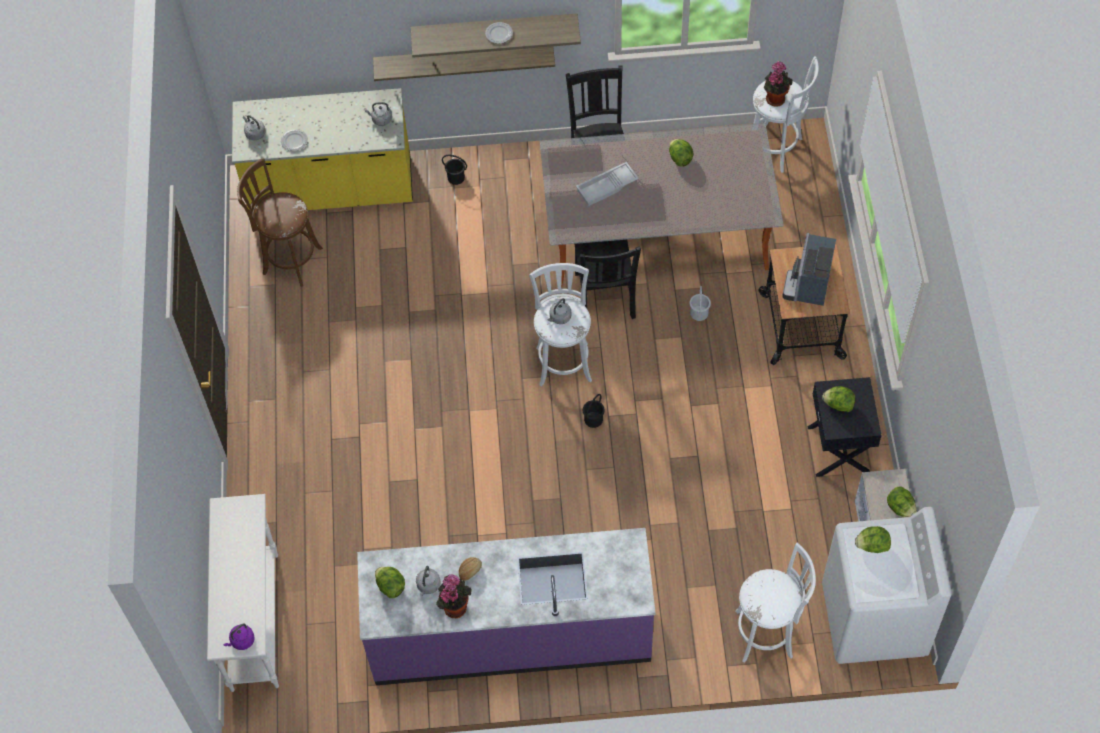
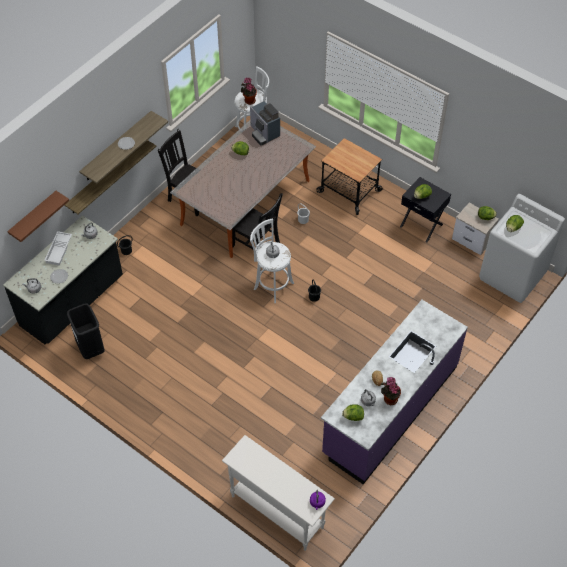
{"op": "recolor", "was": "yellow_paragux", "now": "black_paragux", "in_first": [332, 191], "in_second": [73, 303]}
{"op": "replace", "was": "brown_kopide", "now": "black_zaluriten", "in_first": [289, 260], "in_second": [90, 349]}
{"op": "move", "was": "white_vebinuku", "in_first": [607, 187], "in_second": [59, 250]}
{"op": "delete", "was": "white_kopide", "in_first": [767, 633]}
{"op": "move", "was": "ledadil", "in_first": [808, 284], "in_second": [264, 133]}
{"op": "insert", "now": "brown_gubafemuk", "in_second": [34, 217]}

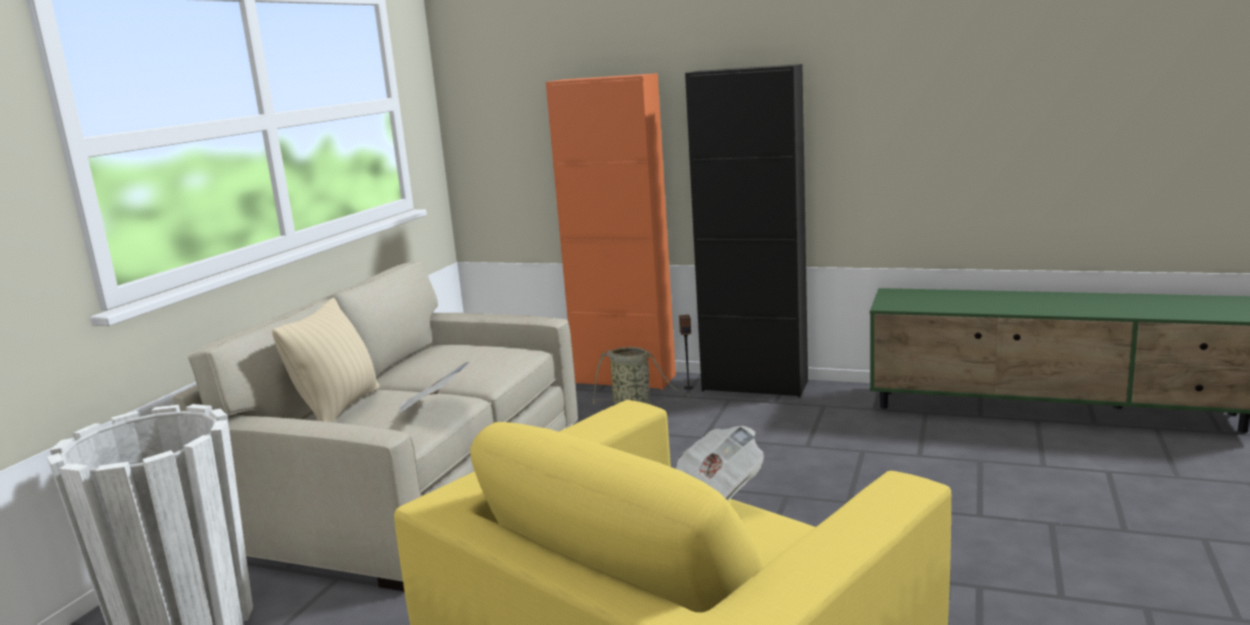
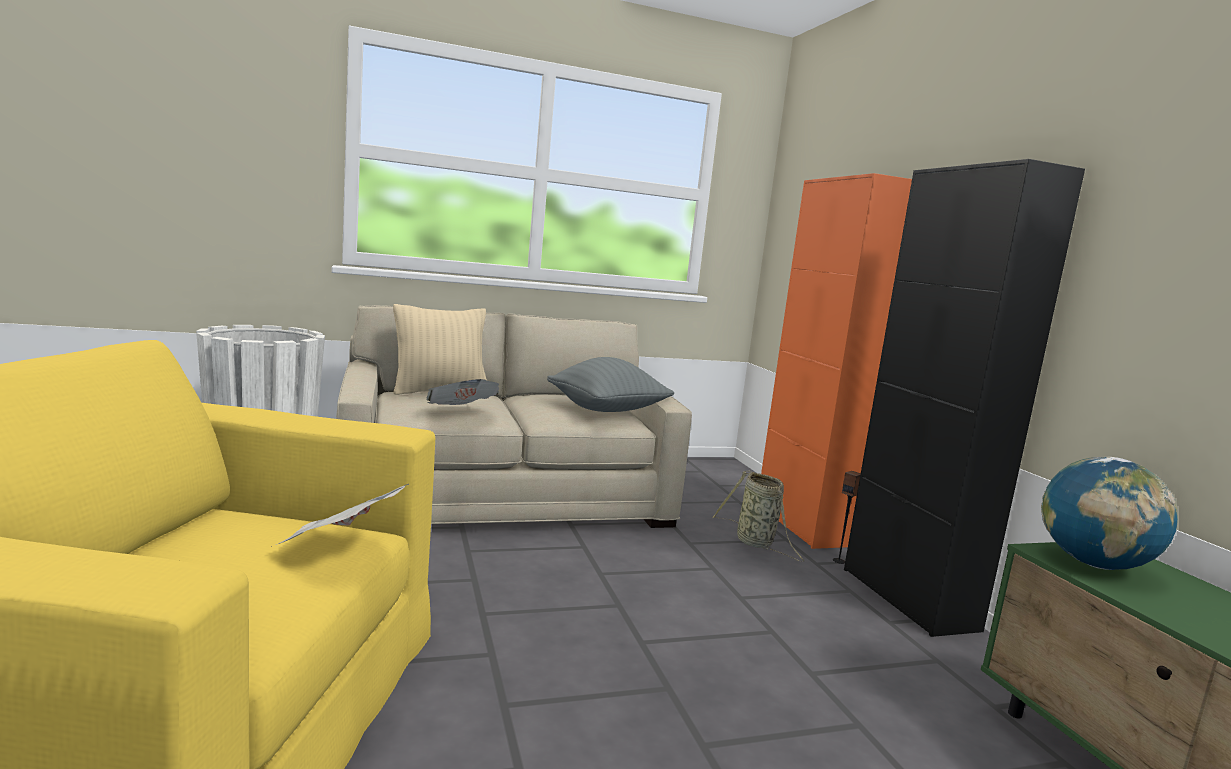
{"op": "insert", "now": "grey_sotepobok", "in_second": [607, 411]}
{"op": "insert", "now": "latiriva", "in_second": [1094, 564]}

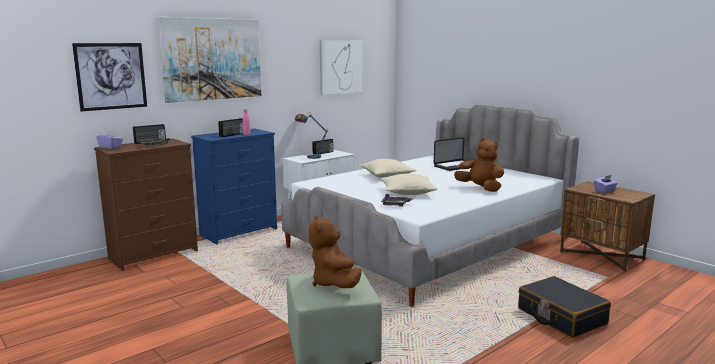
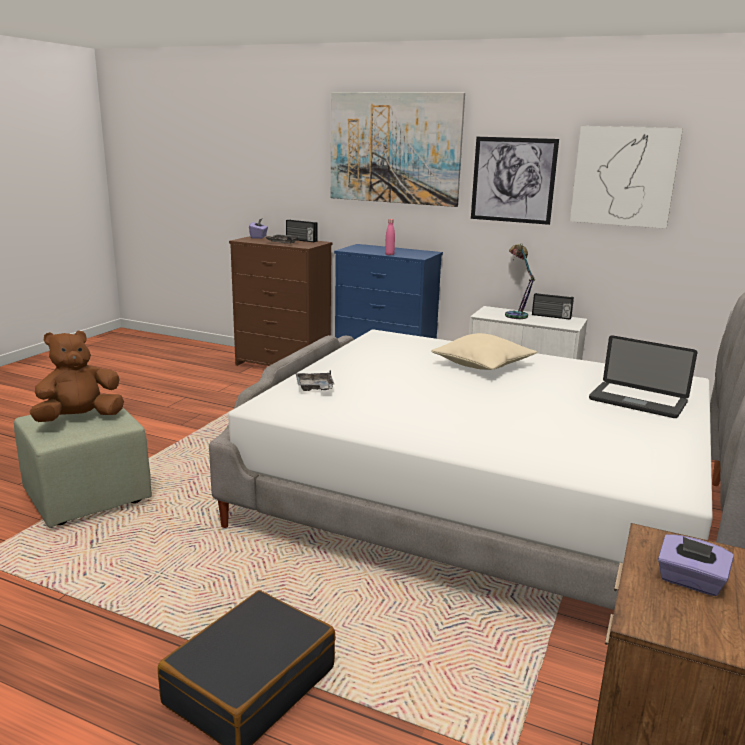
{"op": "move", "was": "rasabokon", "in_first": [111, 76], "in_second": [513, 180]}
{"op": "delete", "was": "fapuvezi", "in_first": [232, 135]}
{"op": "delete", "was": "beige_sotepobok", "in_first": [408, 192]}
{"op": "delete", "was": "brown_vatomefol", "in_first": [480, 188]}

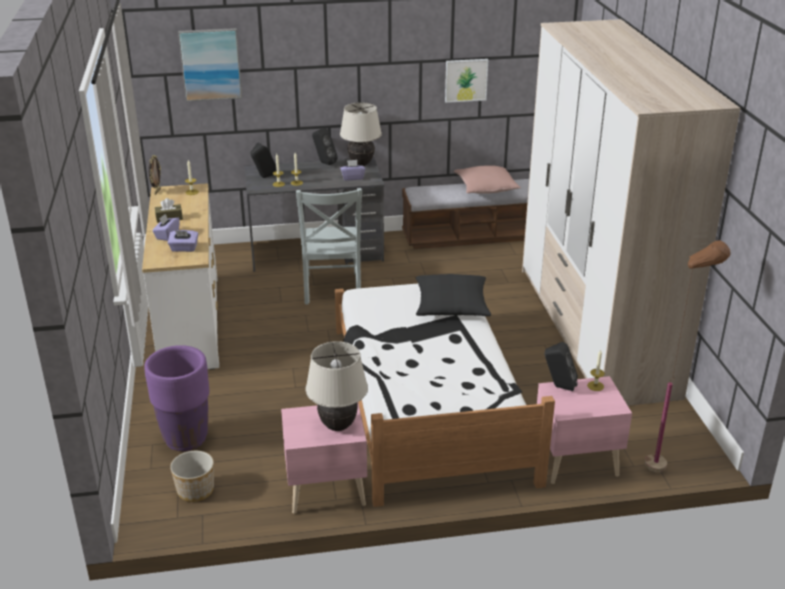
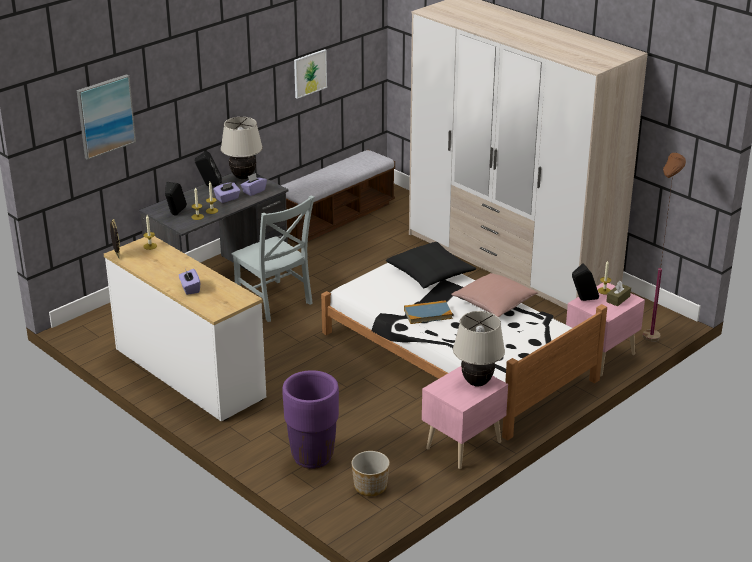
{"op": "move", "was": "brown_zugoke", "in_first": [169, 218], "in_second": [618, 299]}
{"op": "move", "was": "purple_zugoke", "in_first": [184, 249], "in_second": [227, 199]}
{"op": "move", "was": "pink_sotepobok", "in_first": [486, 189], "in_second": [494, 304]}
{"op": "insert", "now": "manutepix", "in_second": [428, 314]}

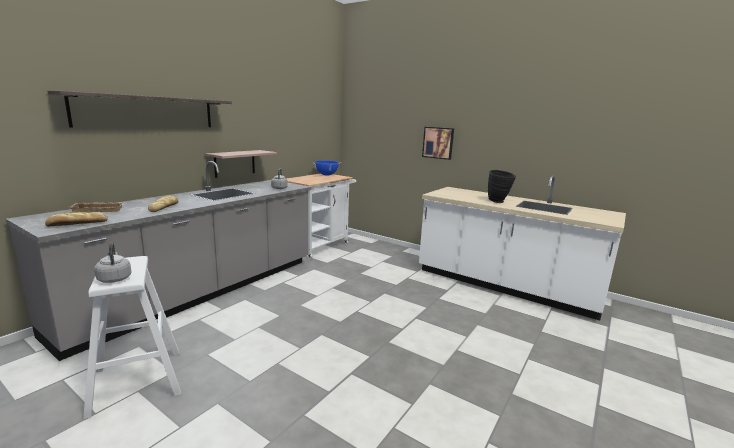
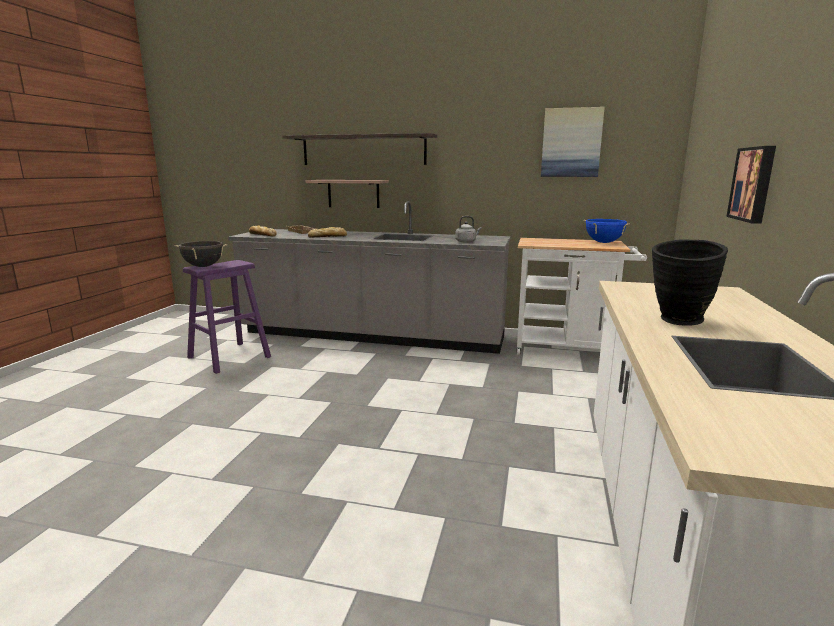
{"op": "recolor", "was": "white_kopide", "now": "purple_kopide", "in_first": [137, 381], "in_second": [229, 357]}
{"op": "replace", "was": "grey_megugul", "now": "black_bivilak", "in_first": [114, 278], "in_second": [203, 266]}
{"op": "move", "was": "gubafemuk", "in_first": [235, 163], "in_second": [353, 193]}
{"op": "insert", "now": "rasabokon", "in_second": [571, 143]}

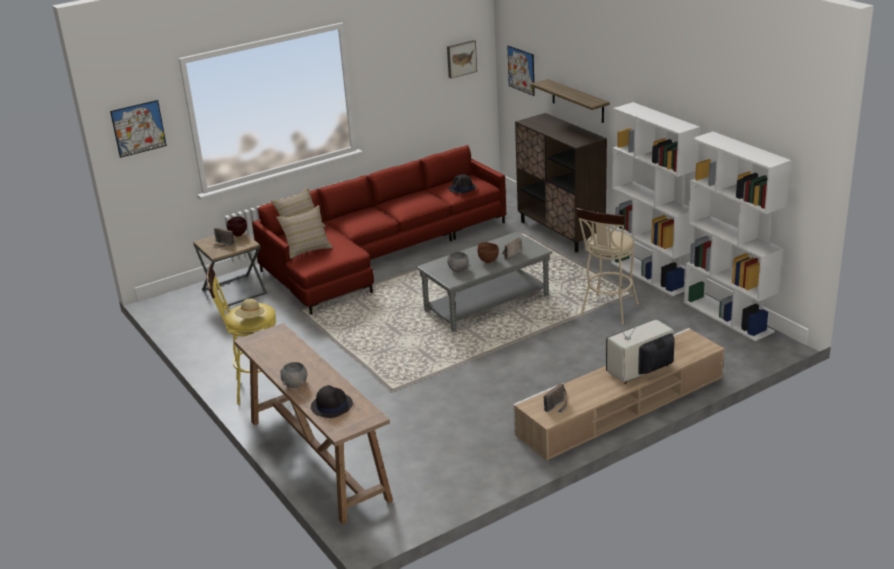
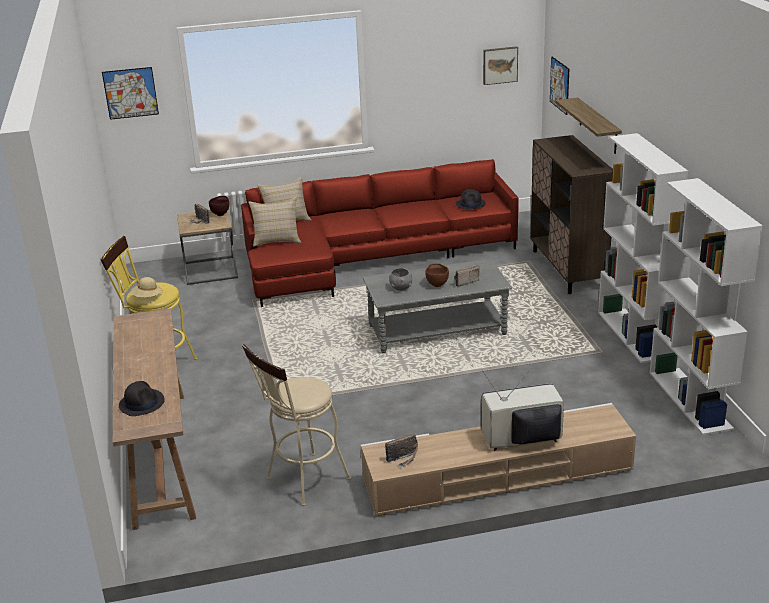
{"op": "delete", "was": "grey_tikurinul", "in_first": [295, 384]}
{"op": "move", "was": "beige_kopide", "in_first": [607, 312], "in_second": [303, 482]}

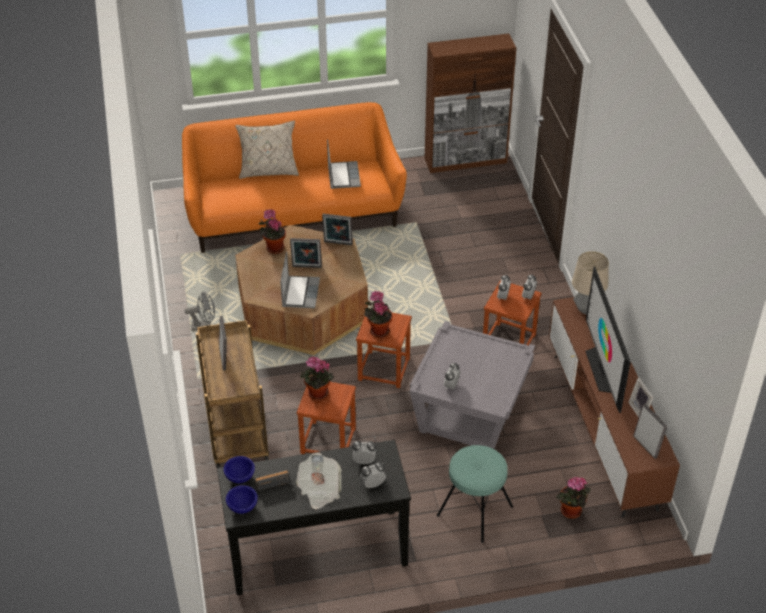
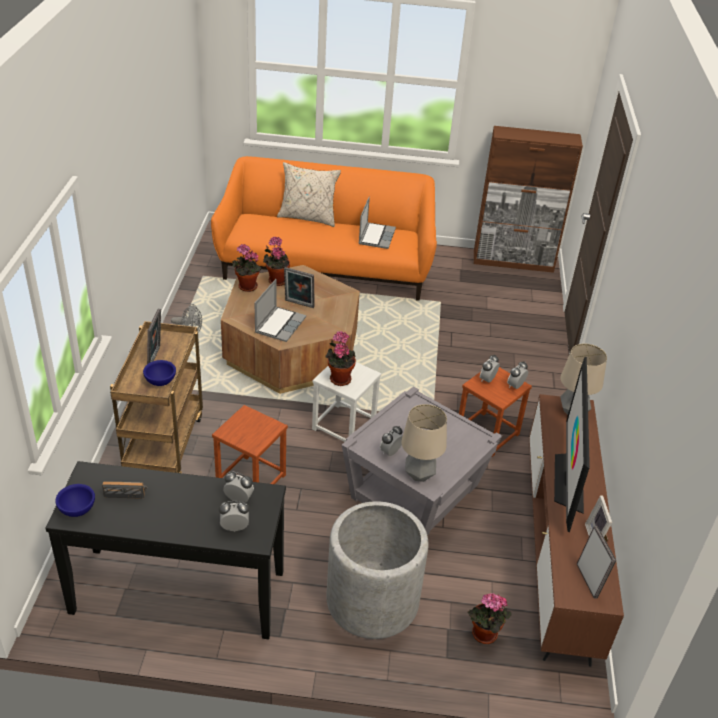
{"op": "move", "was": "blue_tikurinul", "in_first": [240, 477], "in_second": [160, 382]}
{"op": "delete", "was": "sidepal", "in_first": [319, 489]}
{"op": "move", "was": "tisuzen", "in_first": [317, 394], "in_second": [246, 287]}
{"op": "delete", "was": "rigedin", "in_first": [338, 244]}
{"op": "recolor", "was": "brown_kopide", "now": "white_kopide", "in_first": [383, 369], "in_second": [343, 426]}
{"op": "replace", "was": "turquoise_kopide", "now": "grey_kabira", "in_first": [474, 511], "in_second": [372, 600]}
{"op": "insert", "now": "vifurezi", "in_second": [419, 475]}

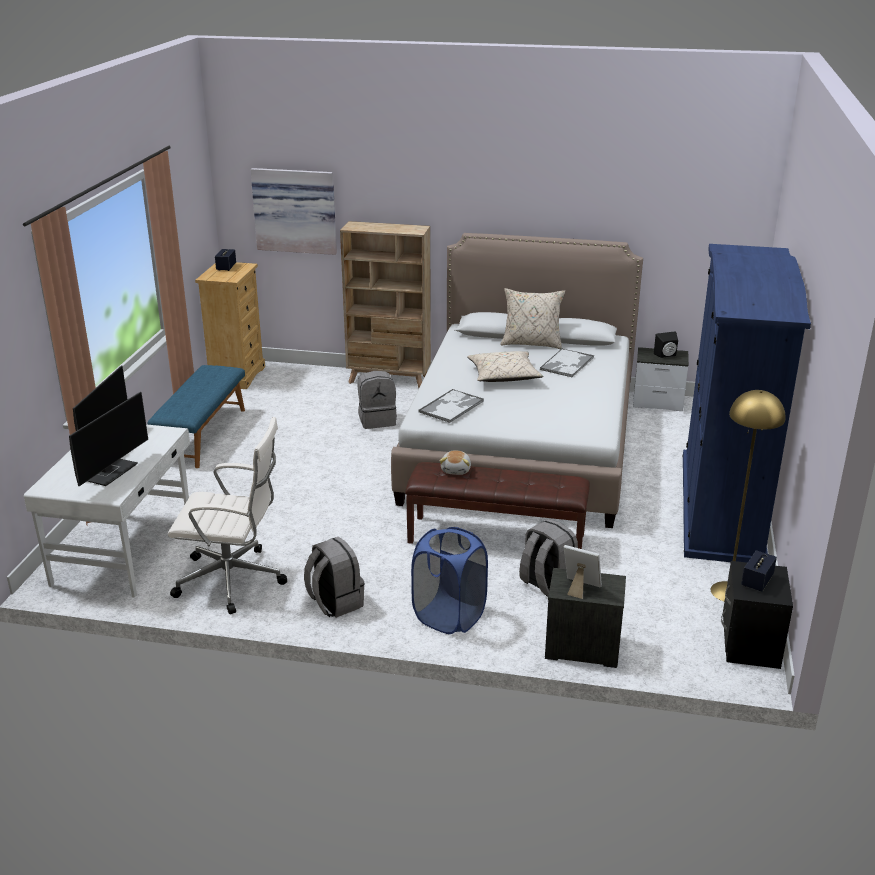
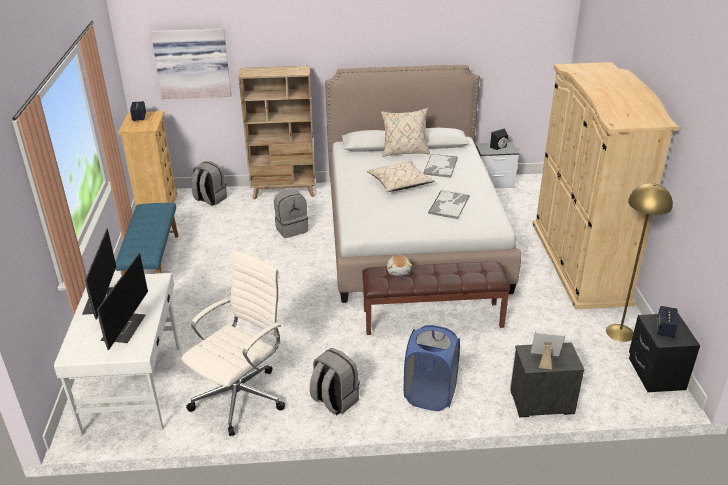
{"op": "rotate", "was": "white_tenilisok", "in_first": [233, 580], "in_second": [241, 396], "clockwise": -45}
{"op": "move", "was": "vebinuku", "in_first": [451, 406], "in_second": [449, 205]}
{"op": "move", "was": "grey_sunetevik", "in_first": [546, 584], "in_second": [210, 199]}
{"op": "recolor", "was": "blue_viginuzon", "now": "beige_viginuzon", "in_first": [721, 506], "in_second": [579, 262]}

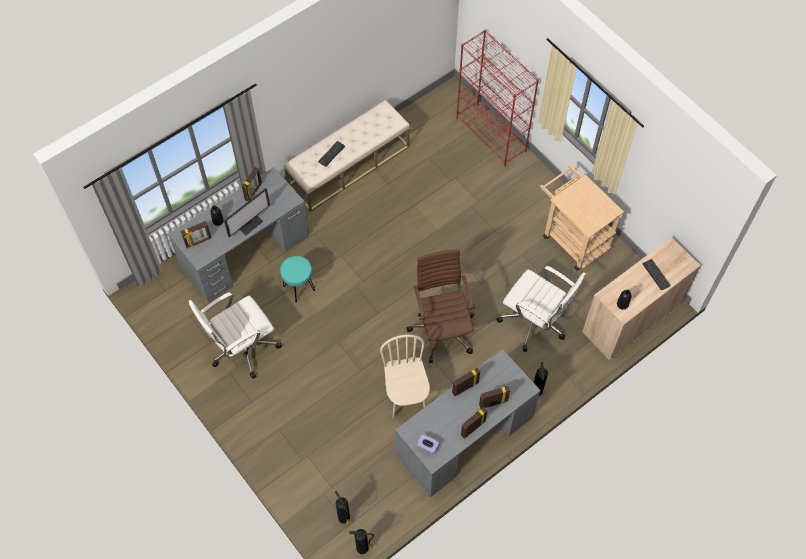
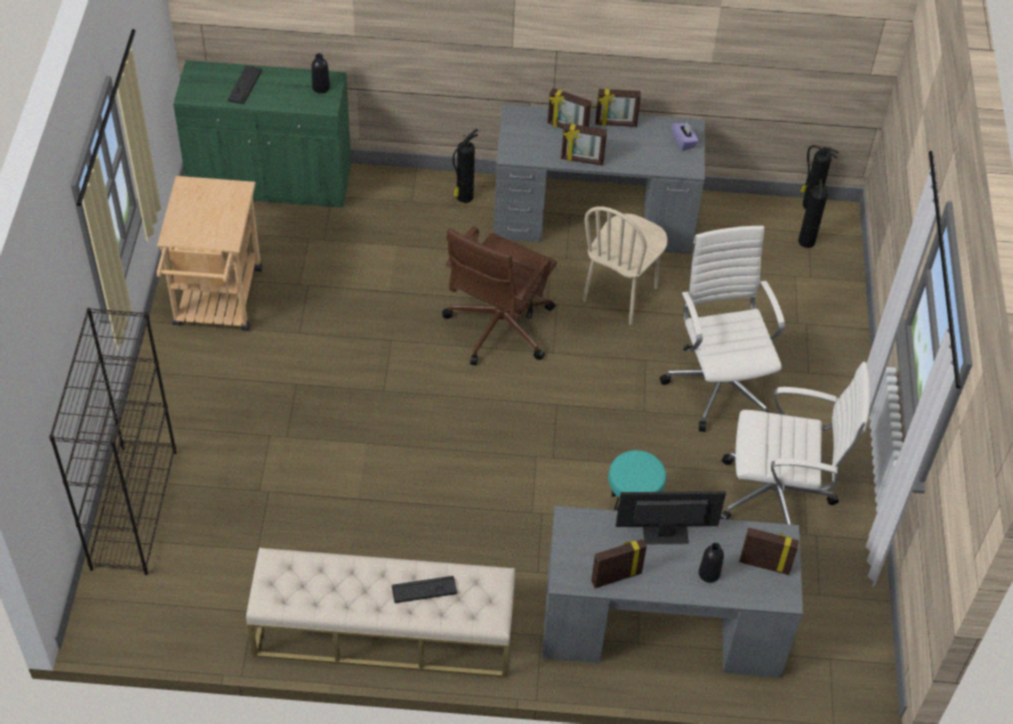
{"op": "recolor", "was": "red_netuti", "now": "black_netuti", "in_first": [491, 135], "in_second": [134, 508]}
{"op": "move", "was": "white_tenilisok", "in_first": [535, 322], "in_second": [719, 383]}
{"op": "recolor", "was": "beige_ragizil", "now": "green_ragizil", "in_first": [631, 318], "in_second": [270, 182]}

